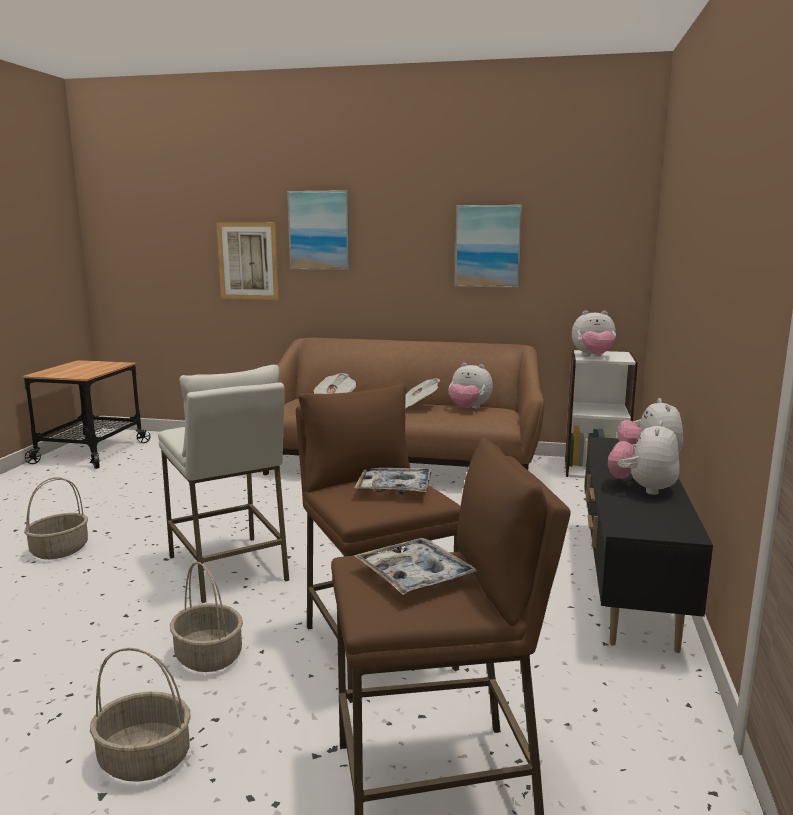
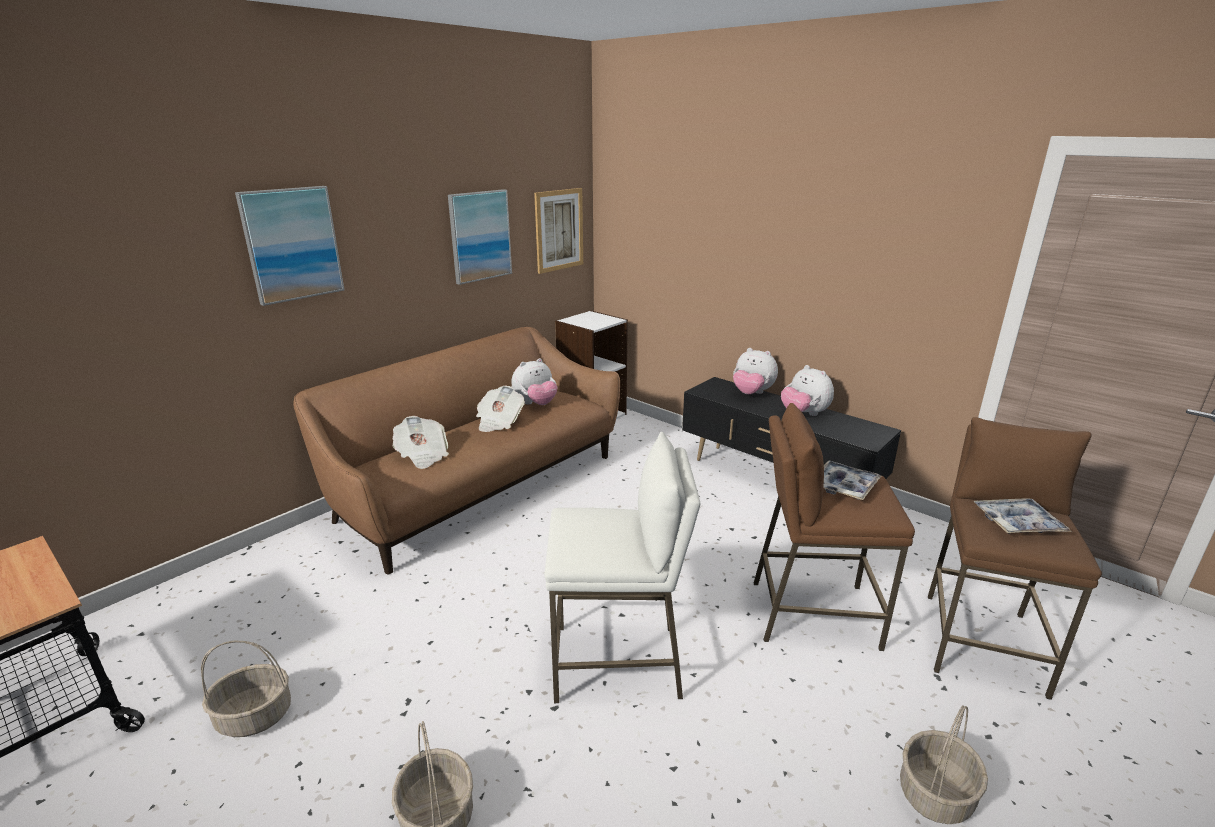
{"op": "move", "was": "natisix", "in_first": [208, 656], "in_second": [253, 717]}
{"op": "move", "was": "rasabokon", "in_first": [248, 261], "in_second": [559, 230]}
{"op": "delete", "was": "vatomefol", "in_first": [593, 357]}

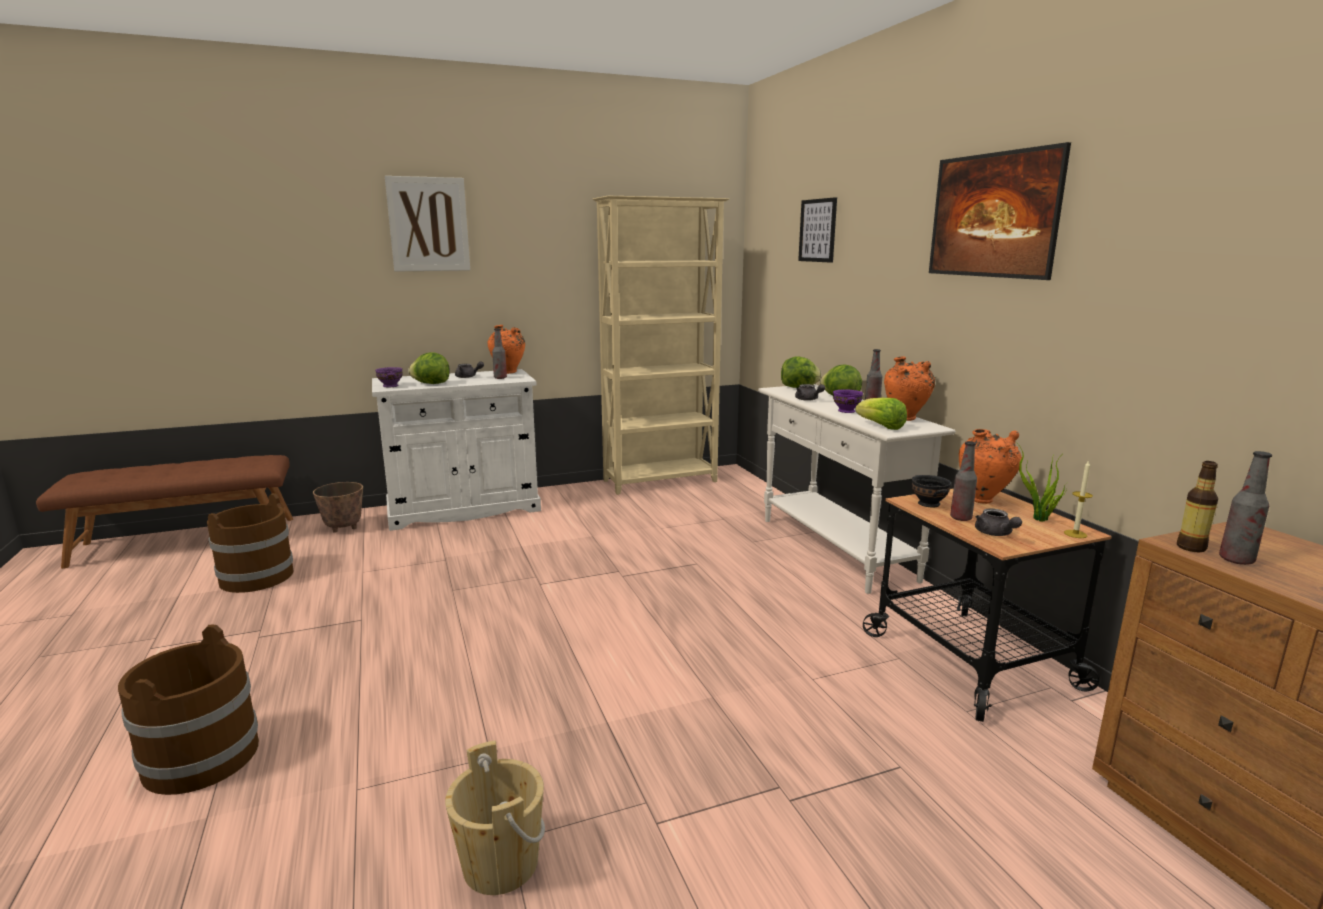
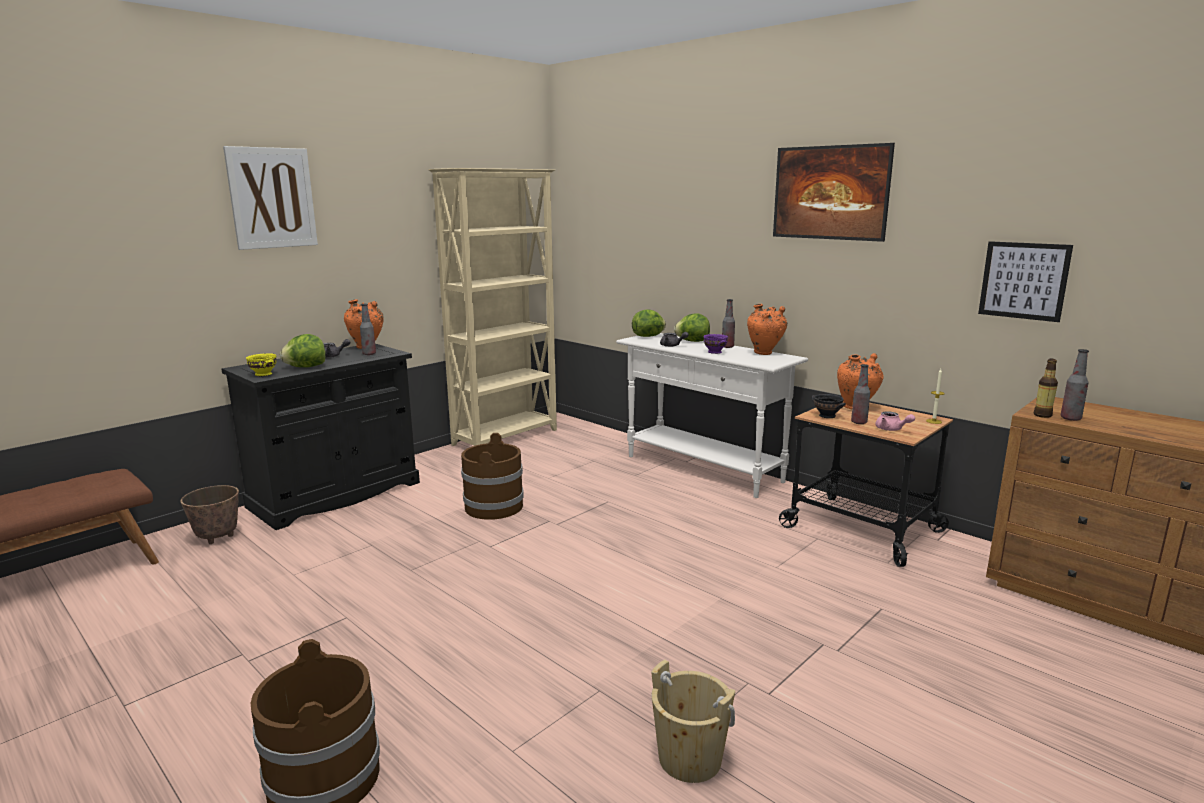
{"op": "move", "was": "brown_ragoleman", "in_first": [257, 577], "in_second": [493, 506]}
{"op": "recolor", "was": "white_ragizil", "now": "black_ragizil", "in_first": [464, 509], "in_second": [336, 495]}
{"op": "recolor", "was": "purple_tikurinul", "now": "yellow_tikurinul", "in_first": [391, 386], "in_second": [263, 374]}
{"op": "move", "was": "rasabokon", "in_first": [817, 230], "in_second": [1023, 280]}
{"op": "delete", "was": "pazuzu", "in_first": [881, 427]}
{"op": "recolor", "was": "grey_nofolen", "now": "pink_nofolen", "in_first": [995, 534], "in_second": [891, 429]}
{"op": "delete", "was": "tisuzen", "in_first": [1039, 519]}

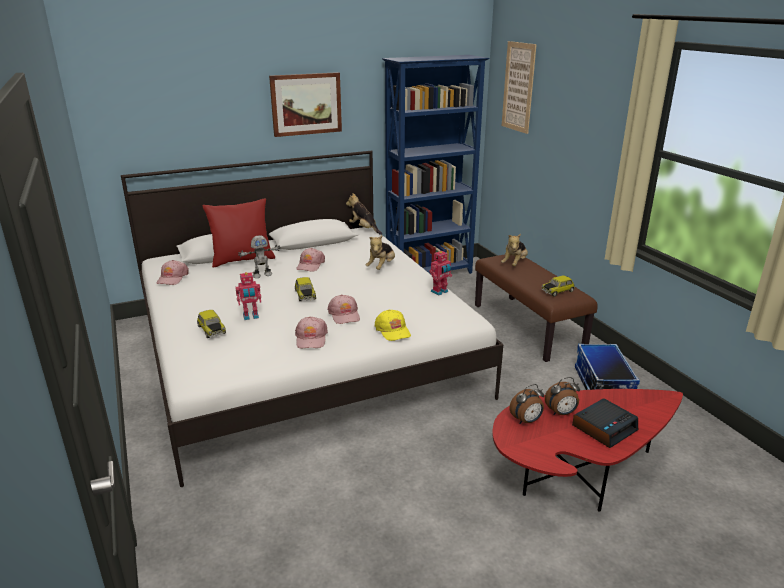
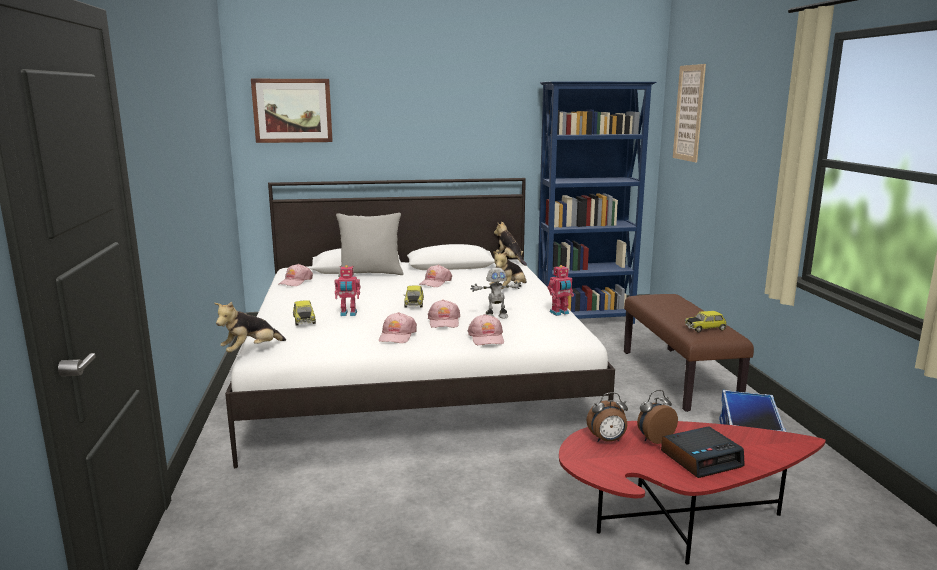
{"op": "recolor", "was": "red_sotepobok", "now": "grey_sotepobok", "in_first": [242, 260], "in_second": [371, 274]}
{"op": "move", "was": "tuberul", "in_first": [262, 275], "in_second": [496, 316]}
{"op": "move", "was": "rasabokon", "in_first": [306, 104], "in_second": [292, 110]}
{"op": "recolor", "was": "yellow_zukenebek", "now": "pink_zukenebek", "in_first": [393, 330], "in_second": [486, 338]}
{"op": "move", "was": "vatomefol", "in_first": [514, 264], "in_second": [251, 350]}
{"op": "rotate", "was": "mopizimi", "in_first": [561, 413], "in_second": [654, 439], "clockwise": 150}

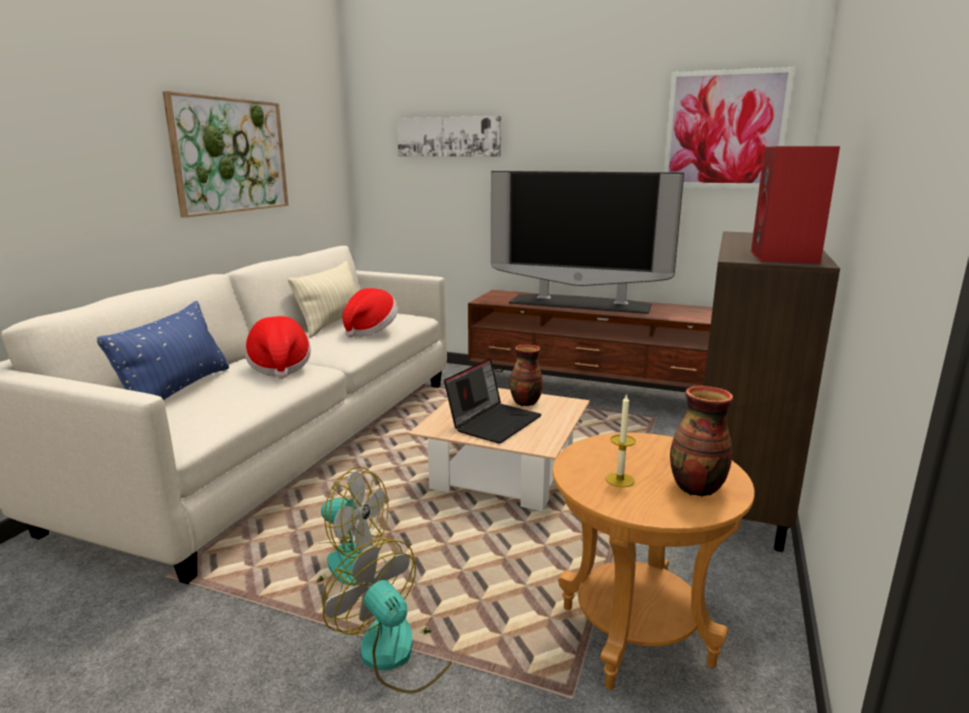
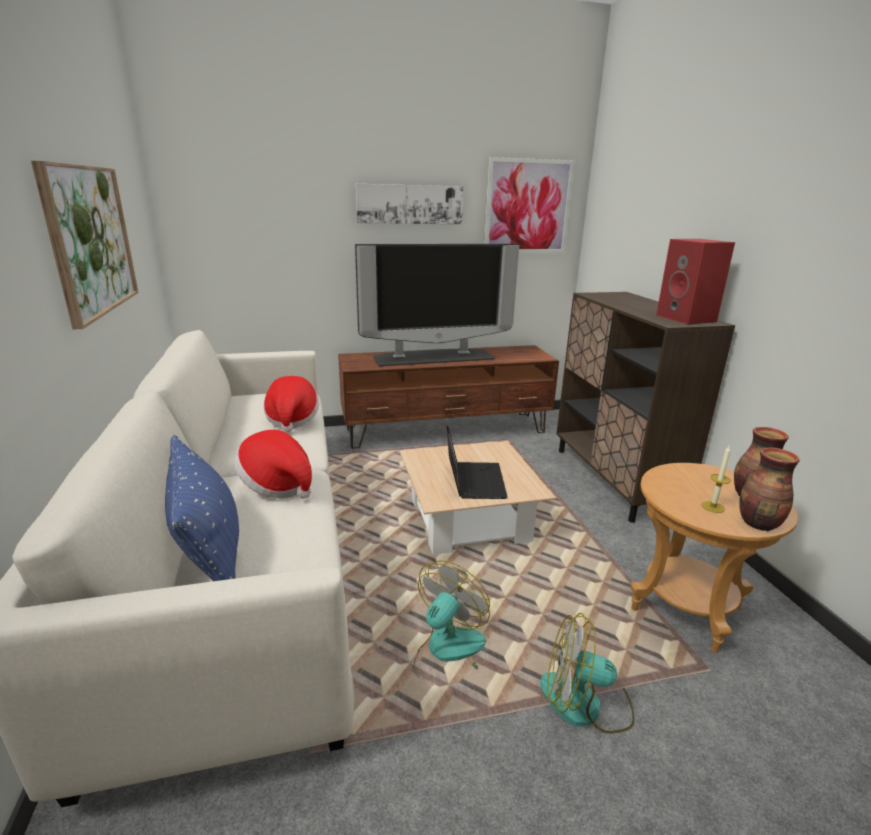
{"op": "delete", "was": "beige_sotepobok", "in_first": [333, 323]}
{"op": "rotate", "was": "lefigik", "in_first": [338, 563], "in_second": [448, 654], "clockwise": -45}
{"op": "move", "was": "rasabokon", "in_first": [448, 137], "in_second": [409, 204]}
{"op": "move", "was": "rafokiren", "in_first": [525, 403], "in_second": [759, 524]}

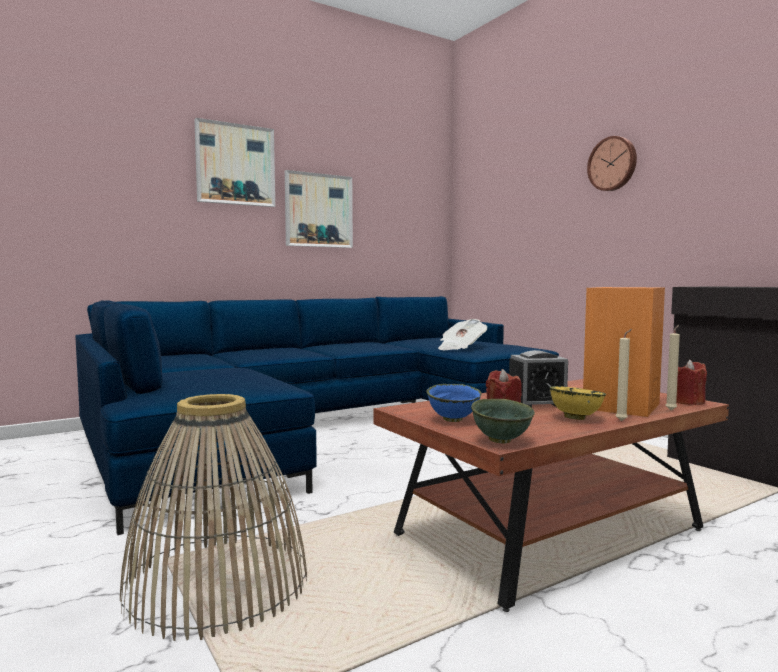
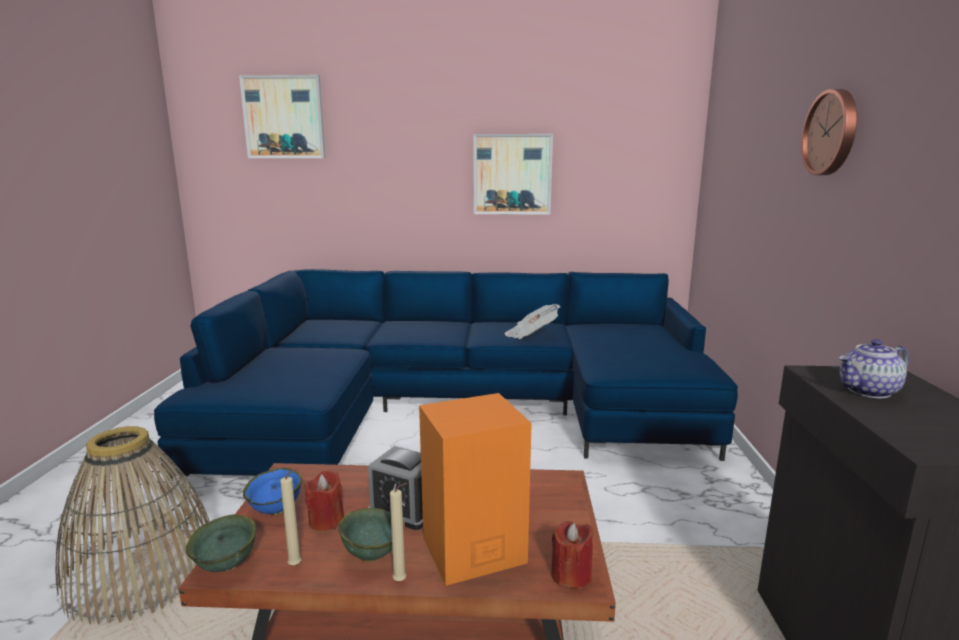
{"op": "move", "was": "rasabokon", "in_first": [235, 164], "in_second": [284, 117]}
{"op": "move", "was": "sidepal", "in_first": [460, 348], "in_second": [531, 335]}
{"op": "recolor", "was": "yellow_tikurinul", "now": "green_tikurinul", "in_first": [574, 418], "in_second": [371, 554]}
{"op": "move", "was": "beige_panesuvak", "in_first": [671, 410], "in_second": [297, 565]}
{"op": "insert", "now": "nofolen", "in_second": [868, 391]}

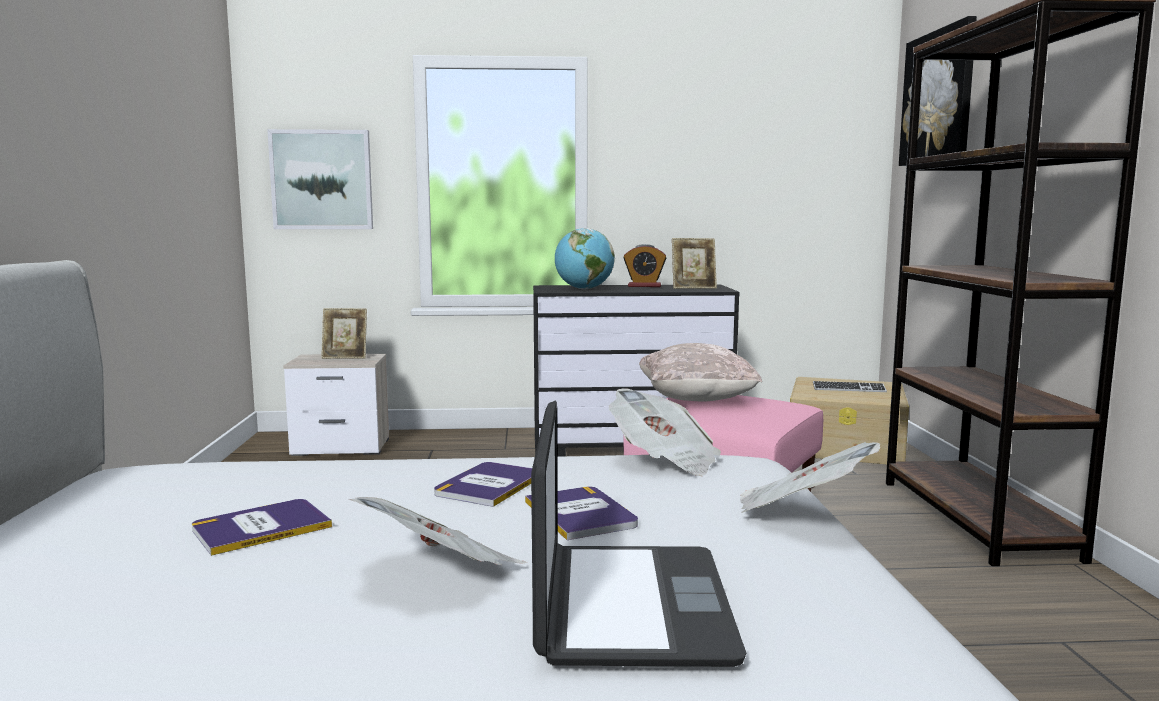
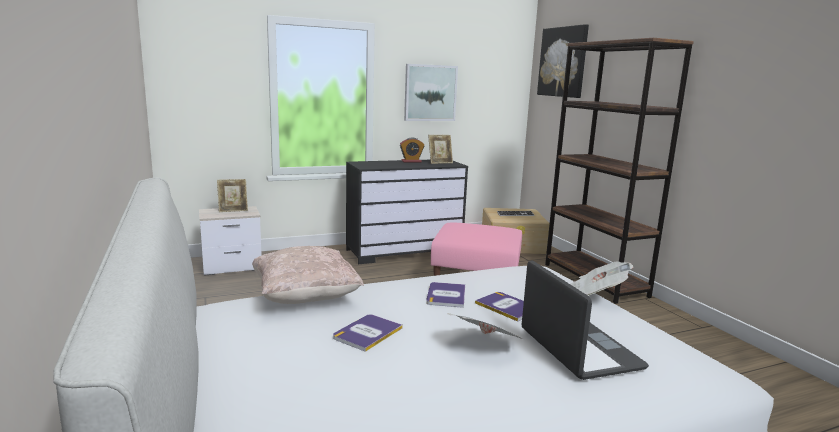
{"op": "move", "was": "rasabokon", "in_first": [322, 180], "in_second": [430, 93]}
{"op": "delete", "was": "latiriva", "in_first": [584, 289]}
{"op": "delete", "was": "sidepal", "in_first": [665, 460]}
{"op": "move", "was": "beige_sotepobok", "in_first": [696, 400], "in_second": [305, 298]}

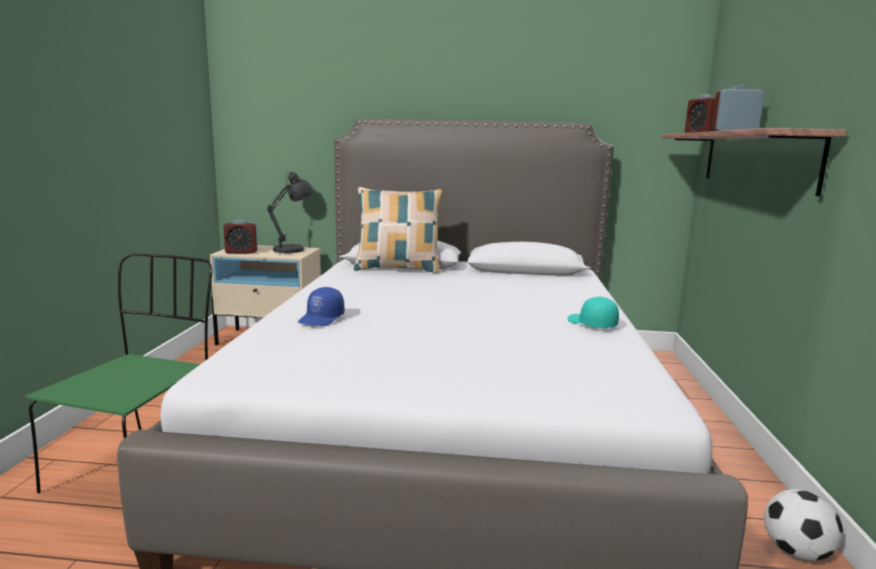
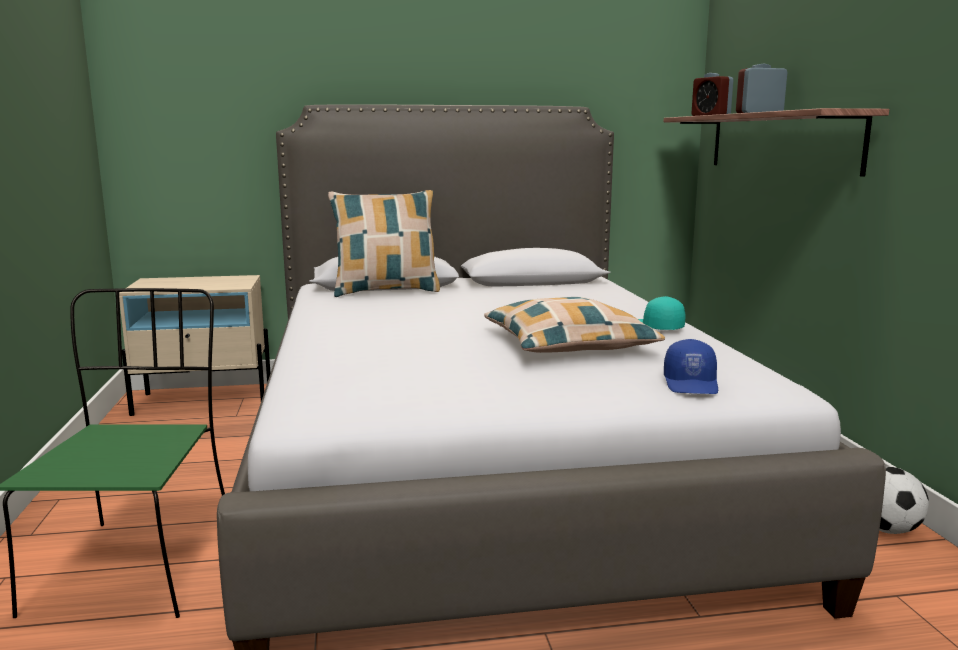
{"op": "delete", "was": "mopizimi", "in_first": [241, 252]}
{"op": "delete", "was": "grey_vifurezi", "in_first": [292, 250]}
{"op": "move", "was": "blue_zukenebek", "in_first": [322, 319], "in_second": [692, 384]}
{"op": "insert", "now": "sotepobok", "in_second": [568, 345]}

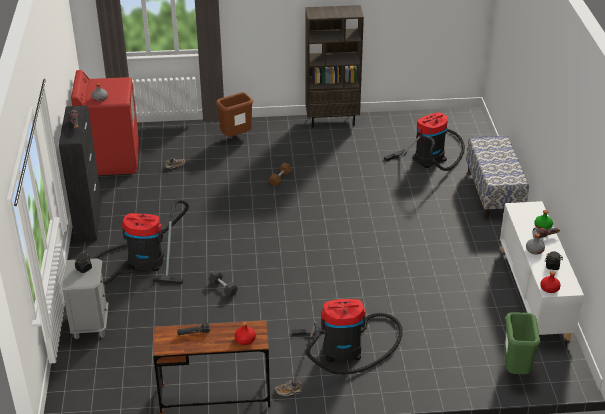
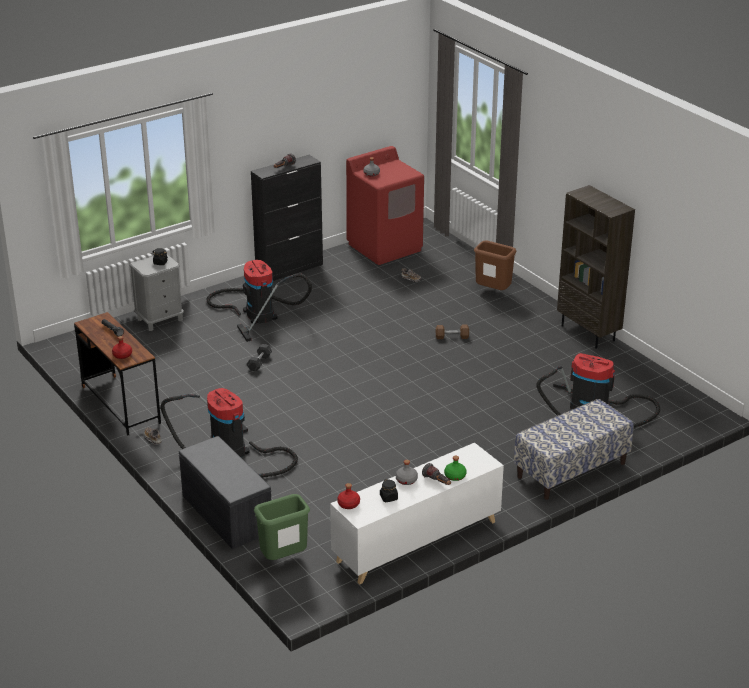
{"op": "insert", "now": "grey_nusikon", "in_second": [225, 513]}

